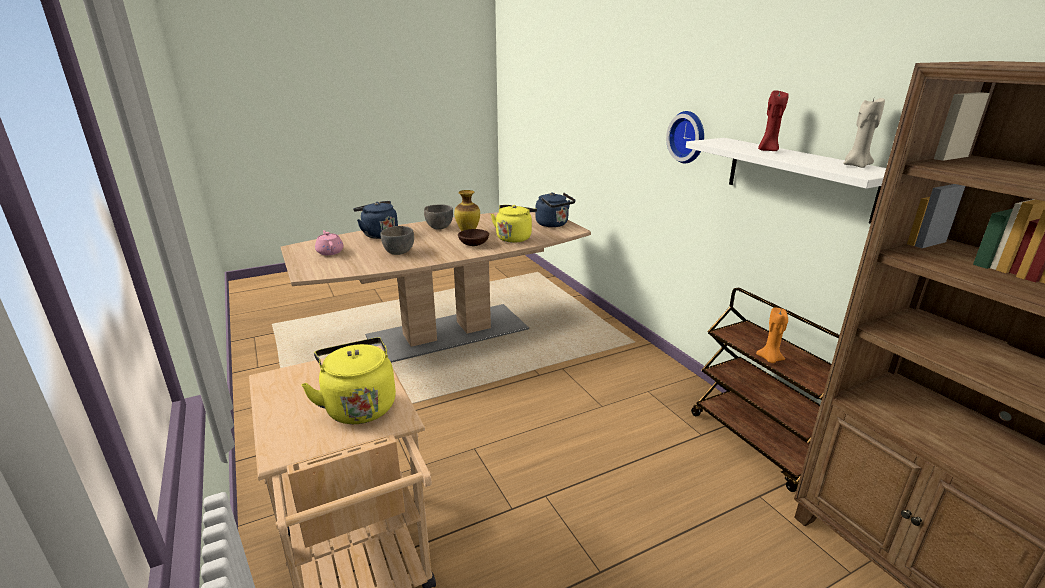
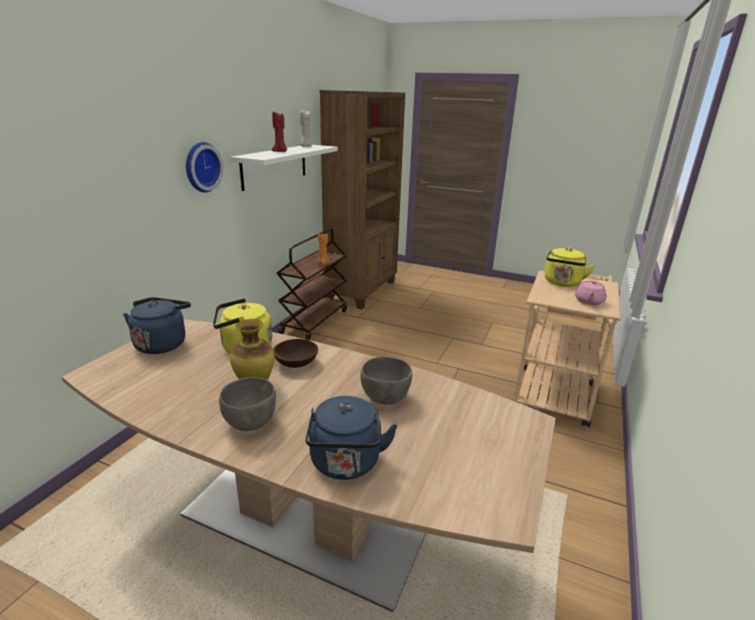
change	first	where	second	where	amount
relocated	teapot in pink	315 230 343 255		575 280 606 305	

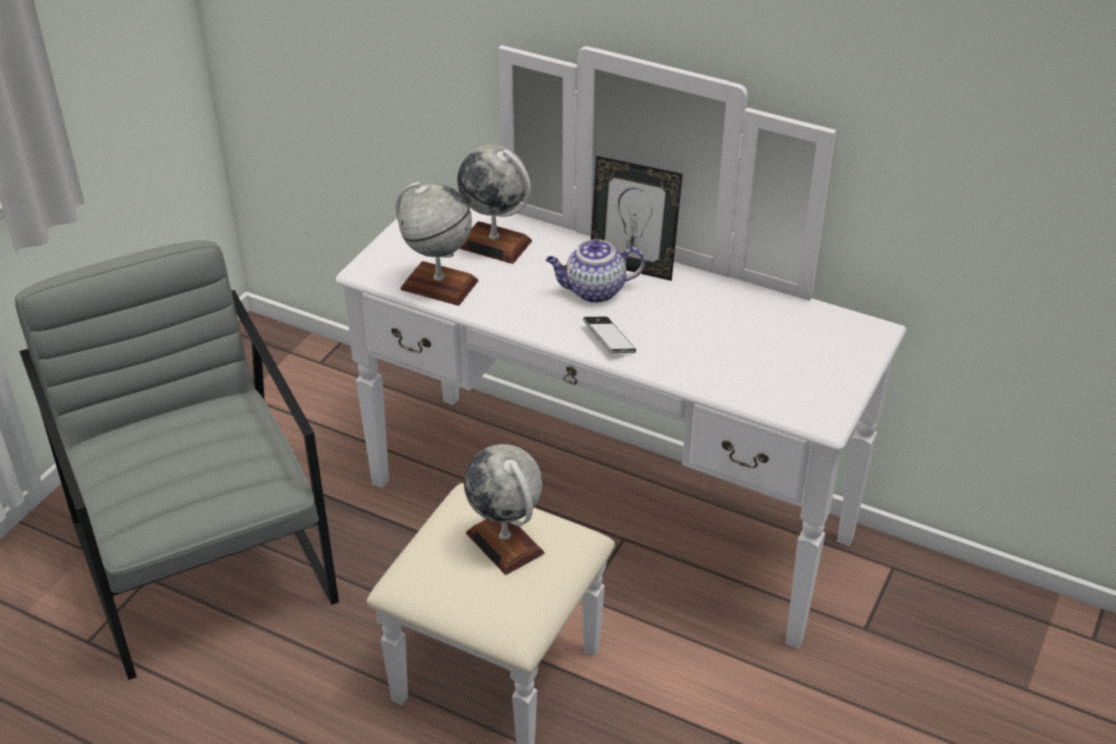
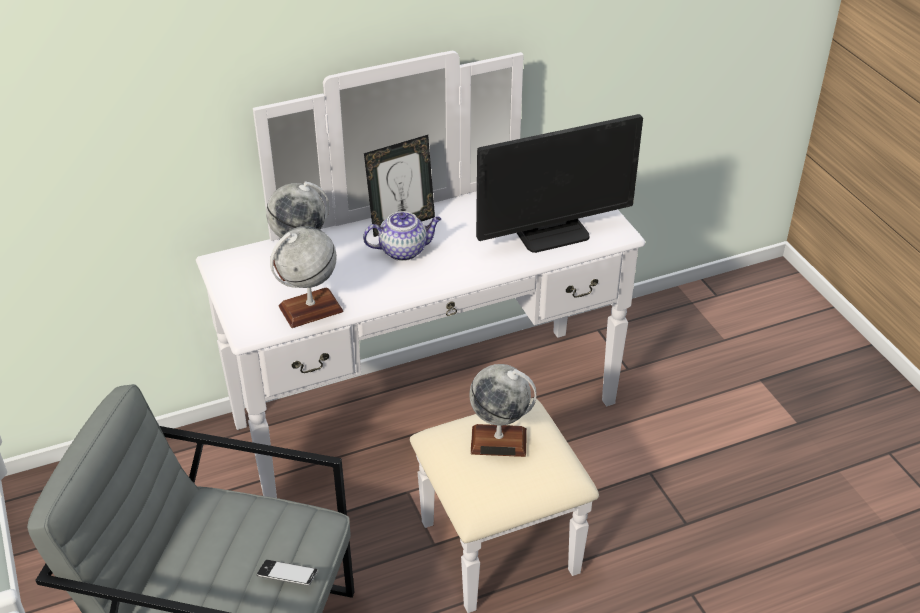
change	first	where	second	where	amount
spun	teapot	546 239 645 303		363 211 441 261	135 degrees counterclockwise
relocated	phone	583 317 636 354		257 560 318 586	
appeared			monitor	476 114 643 253	

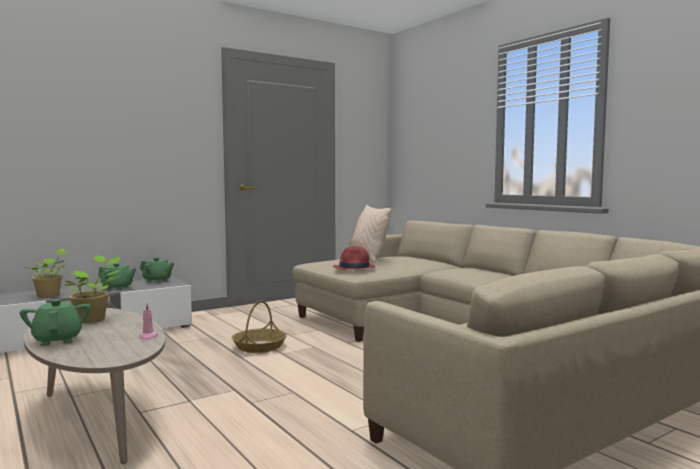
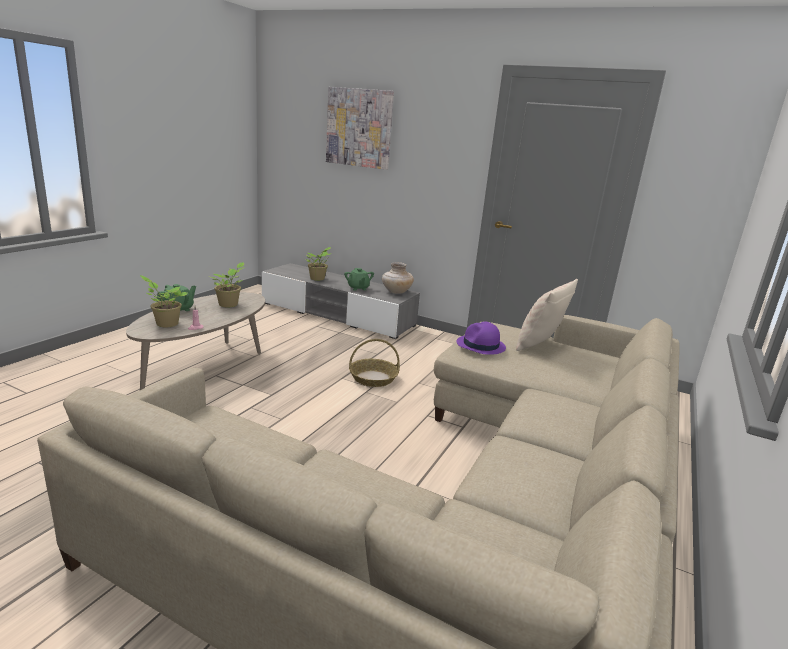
change	first	where	second	where	amount
exchanged	teapot in green	140 258 174 283	vase in beige	382 262 414 294	
colour	hat in red	333 246 376 270	hat in purple	457 321 506 355	
appeared			potted plant	140 275 188 327	
appeared			picture	326 87 394 170	

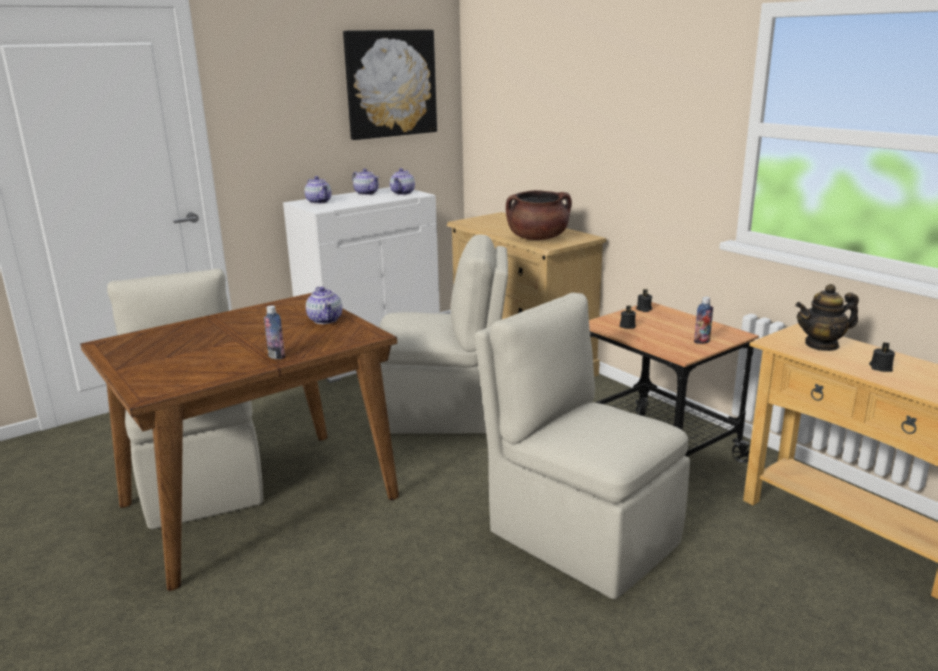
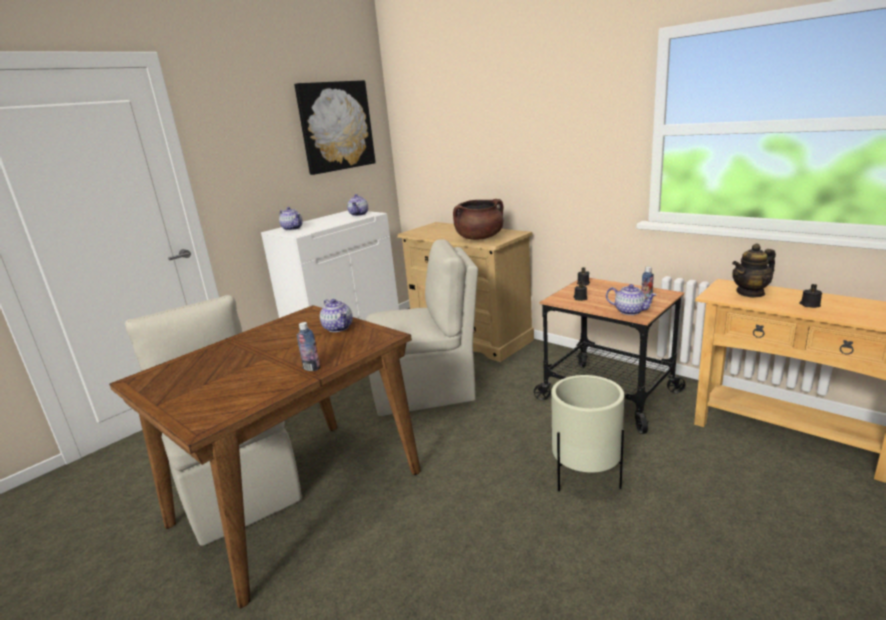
change	first	where	second	where	amount
relocated	teapot	352 169 379 195		606 284 657 315	
exchanged	chair in beige	475 293 690 599	planter in beige	551 375 624 491	

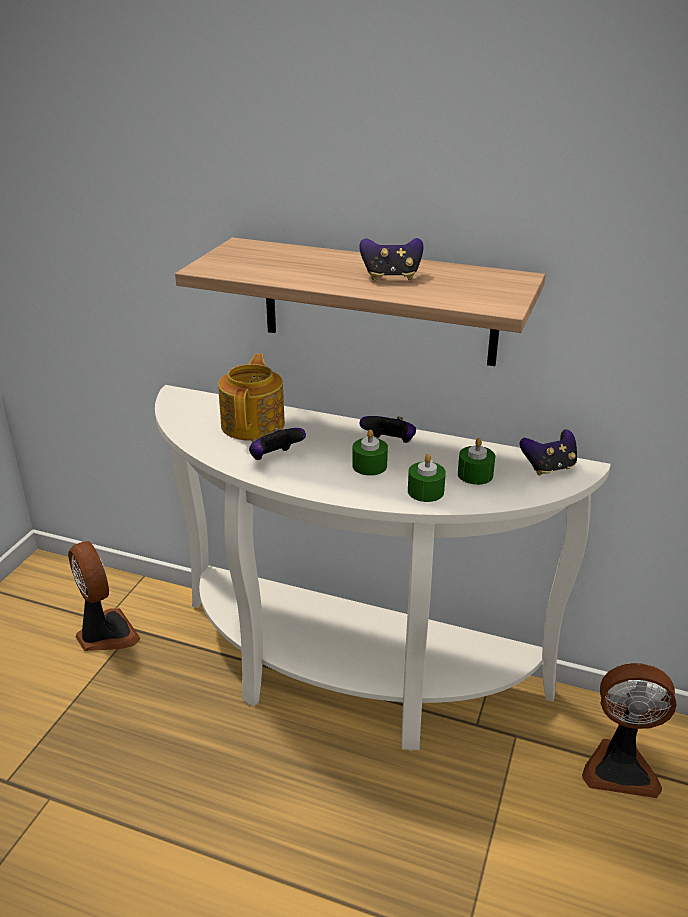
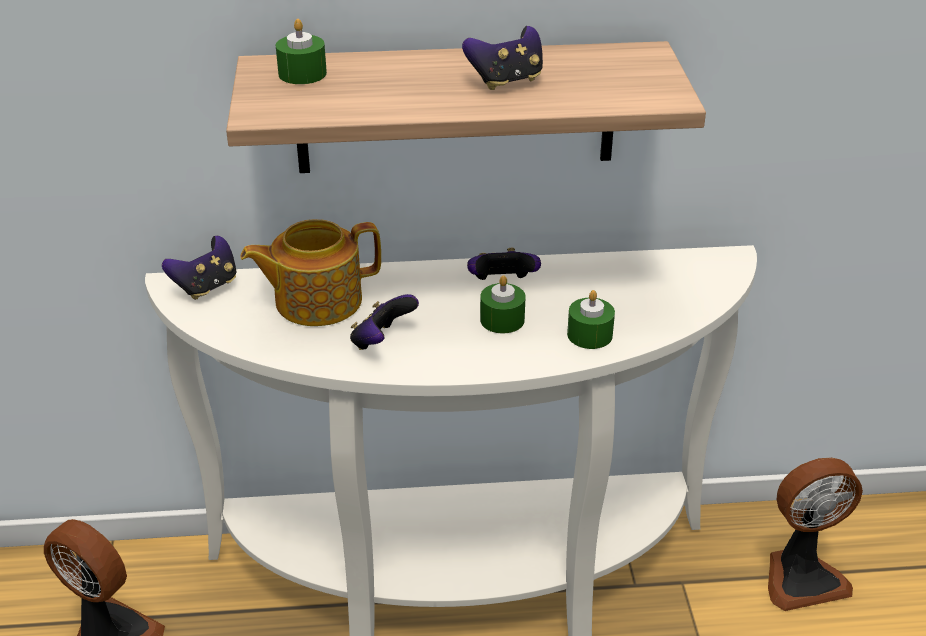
change	first	where	second	where	amount
spun	teapot	218 354 285 441		240 219 381 326	90 degrees counterclockwise
relocated	candle in green	458 438 495 485		276 19 327 84	
relocated	game controller	520 429 577 475		162 236 236 300	

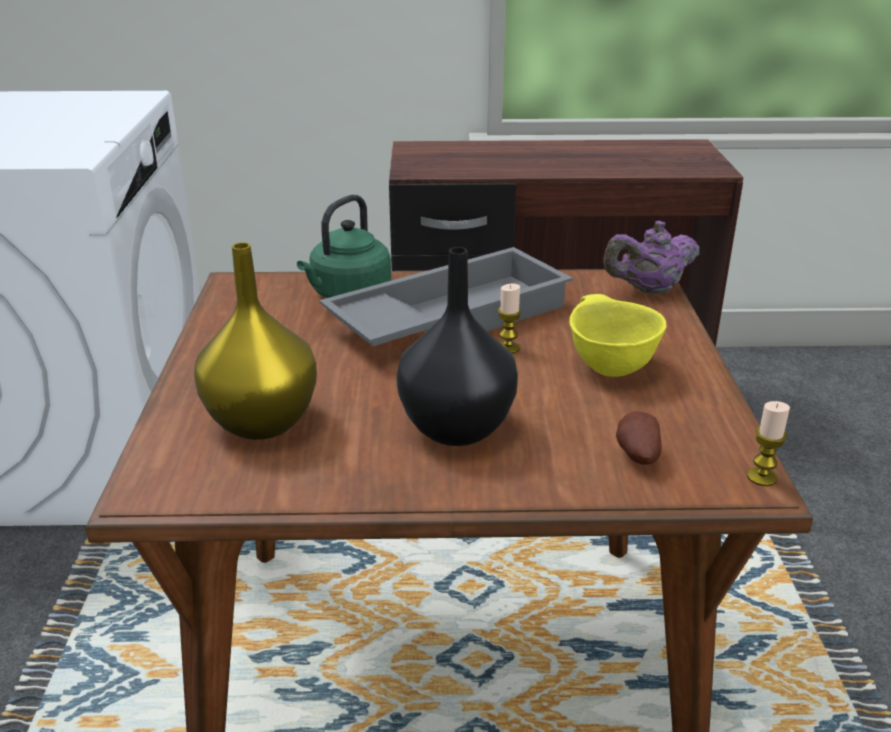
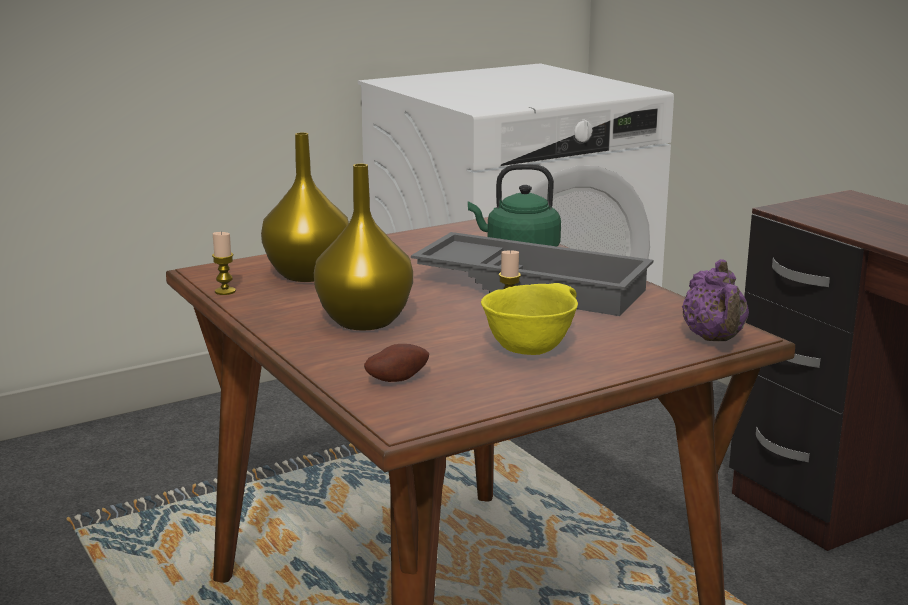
change	first	where	second	where	amount
colour	vase in black	396 247 518 446	vase in yellow	314 164 413 331	
spun	teapot in purple	603 221 699 294		682 259 749 341	135 degrees counterclockwise
relocated	candle	747 401 790 486		212 231 236 295	

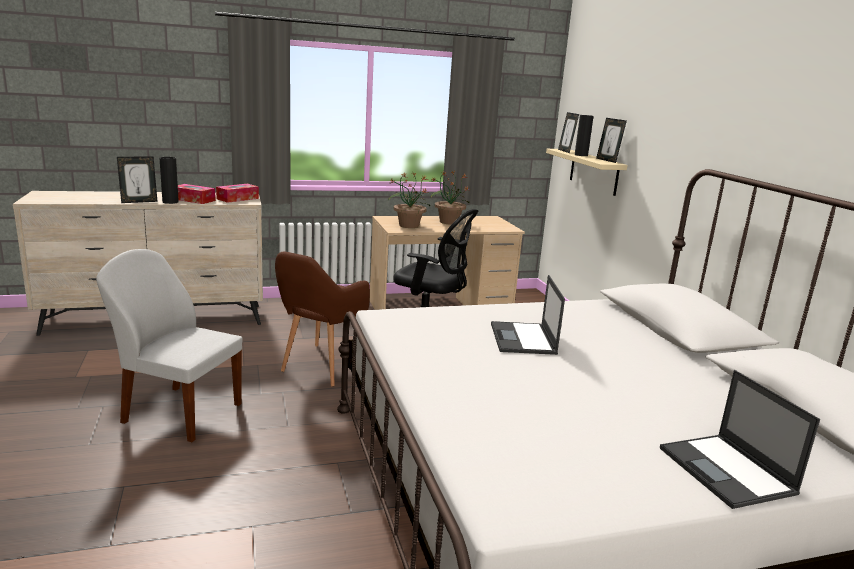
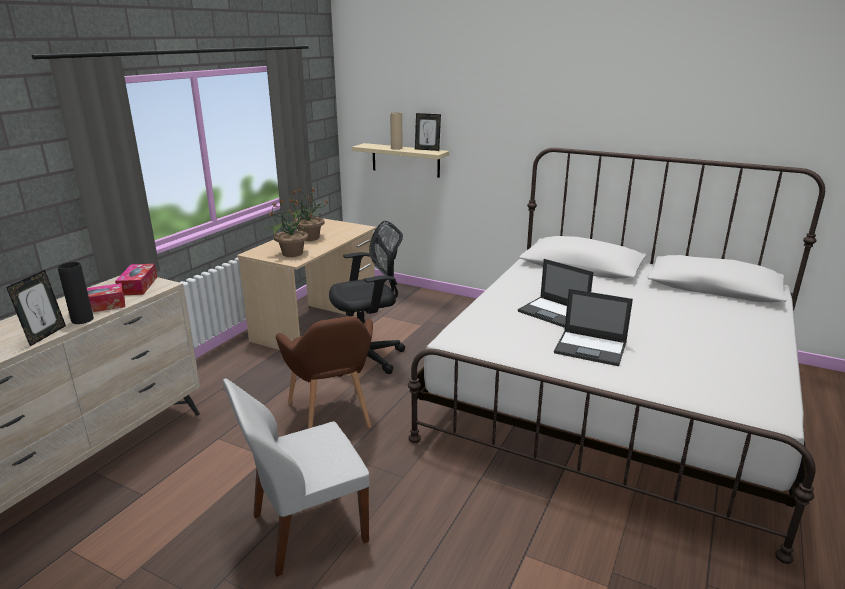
change	first	where	second	where	amount
missing	picture frame	558 112 579 153			
colour	vase in black	575 115 594 156	vase in beige	390 112 403 150	
relocated	laptop	660 370 820 509		554 289 633 366	

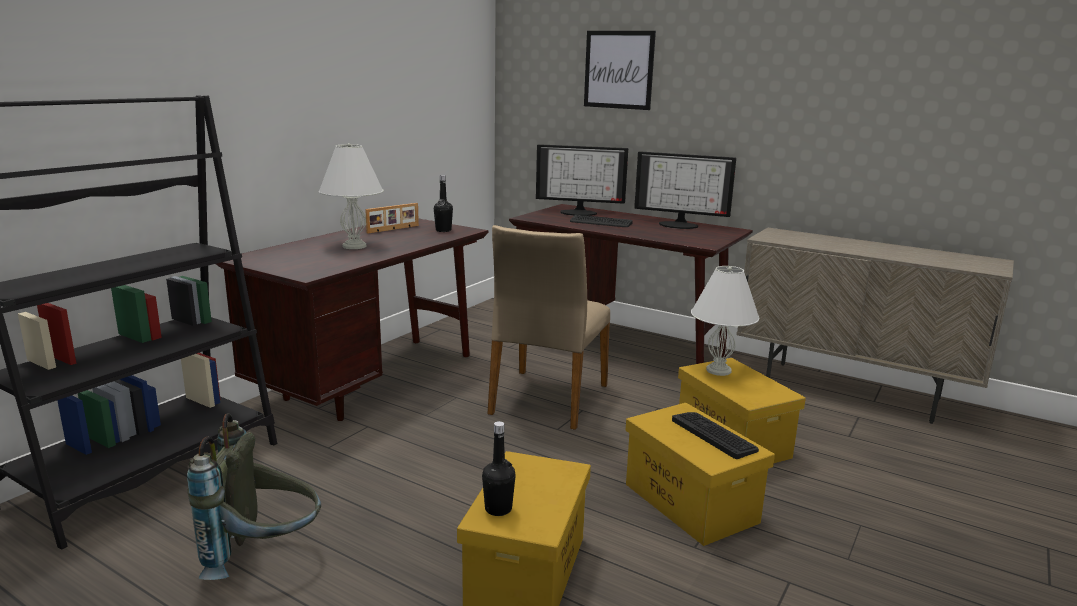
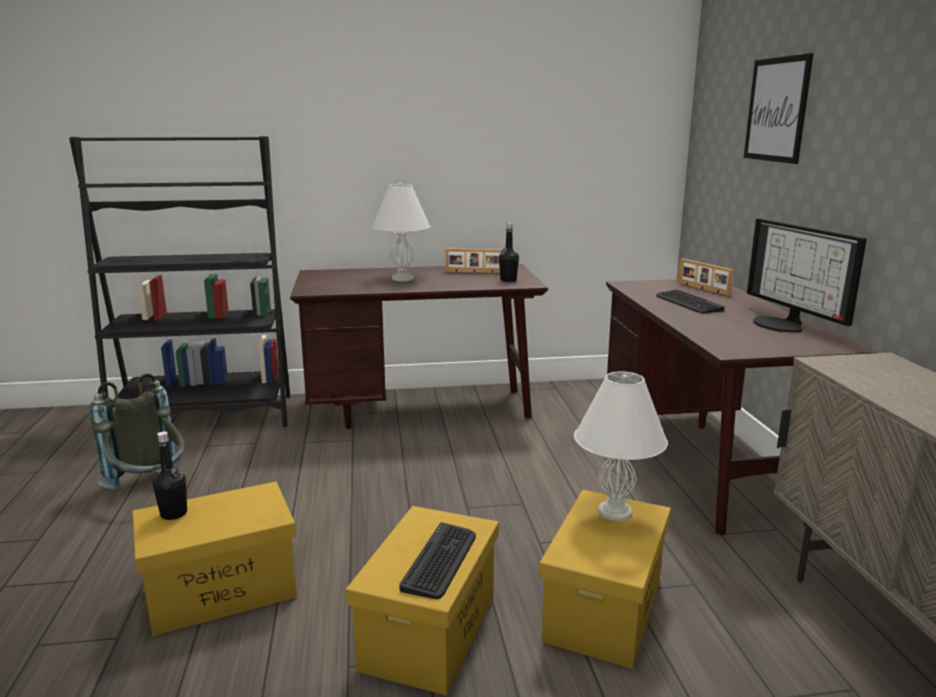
change	first	where	second	where	amount
missing	chair in beige	487 225 610 430			
exchanged	monitor	536 144 628 216	picture frame	678 259 733 296	

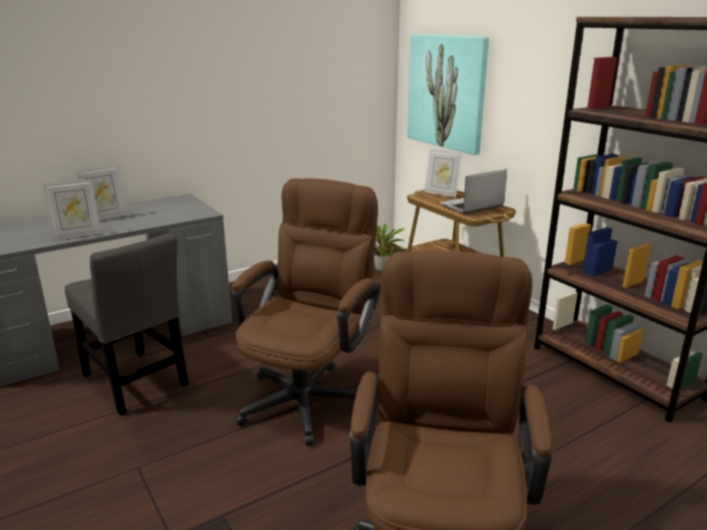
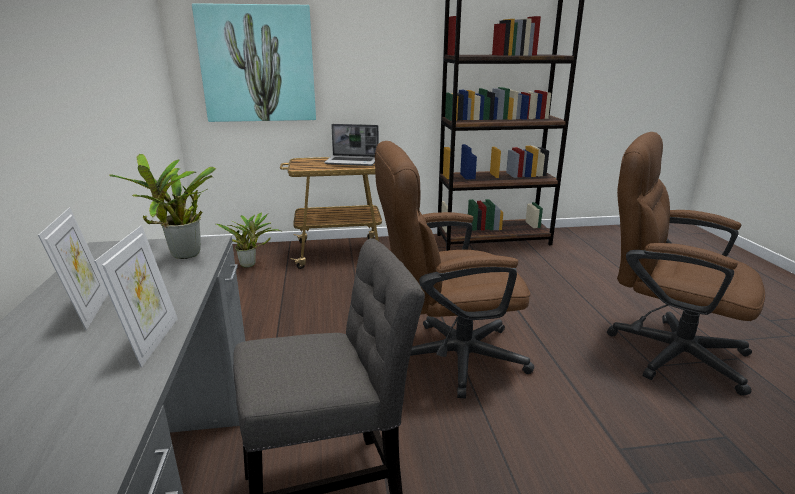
change	first	where	second	where	amount
spun	office chair in brown	232 178 381 446		375 141 534 399	60 degrees counterclockwise
missing	picture frame	425 149 462 197			
spun	laptop	440 169 507 214		324 124 379 166	75 degrees counterclockwise
appeared			potted plant	109 154 216 259	

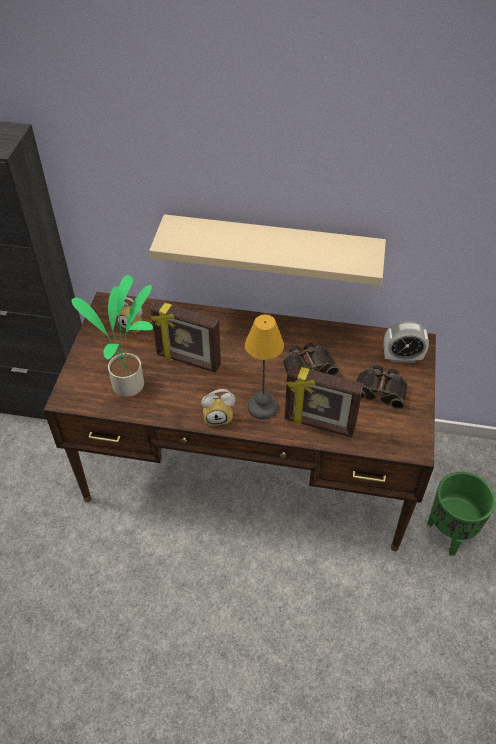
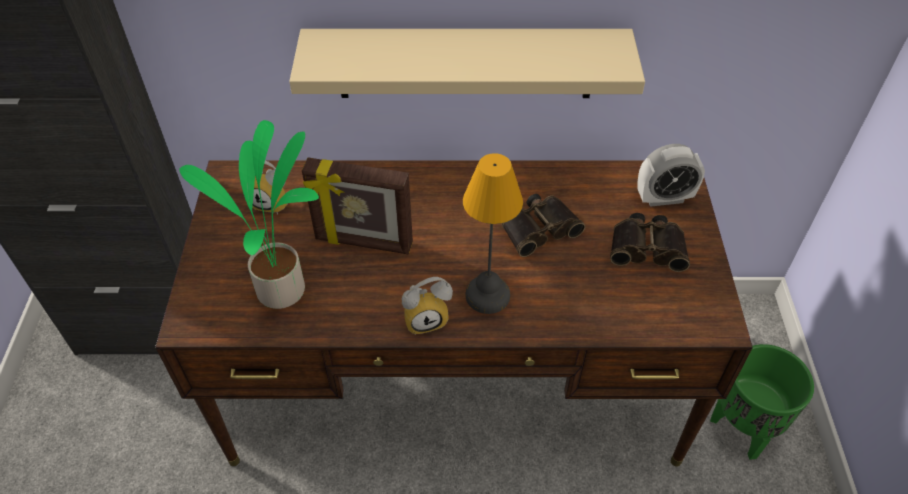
change	first	where	second	where	amount
missing	picture frame	284 365 364 437			

